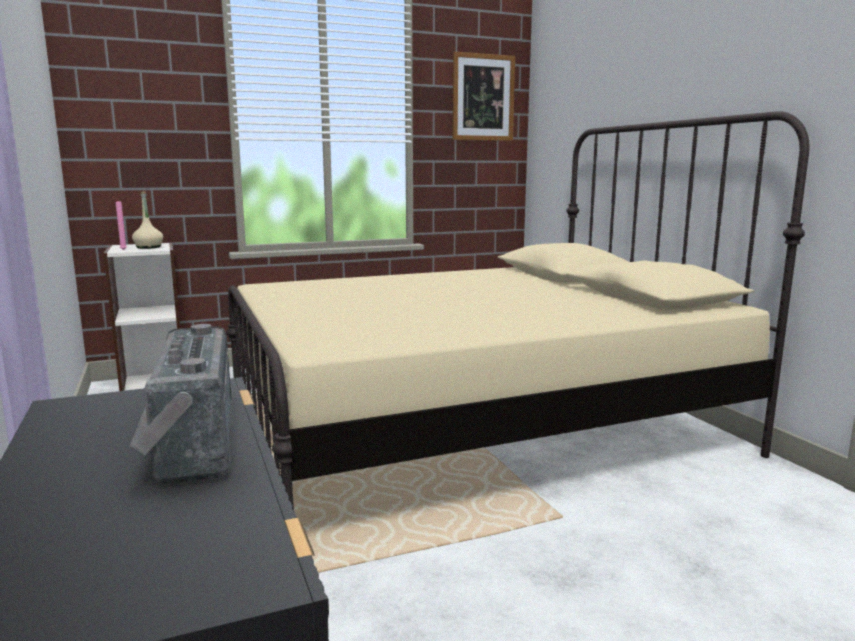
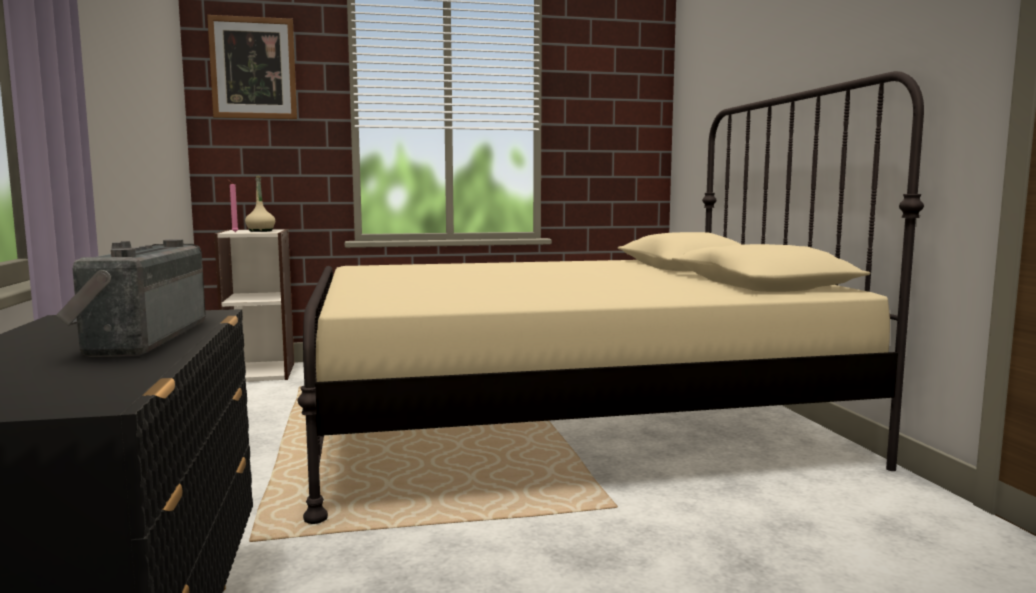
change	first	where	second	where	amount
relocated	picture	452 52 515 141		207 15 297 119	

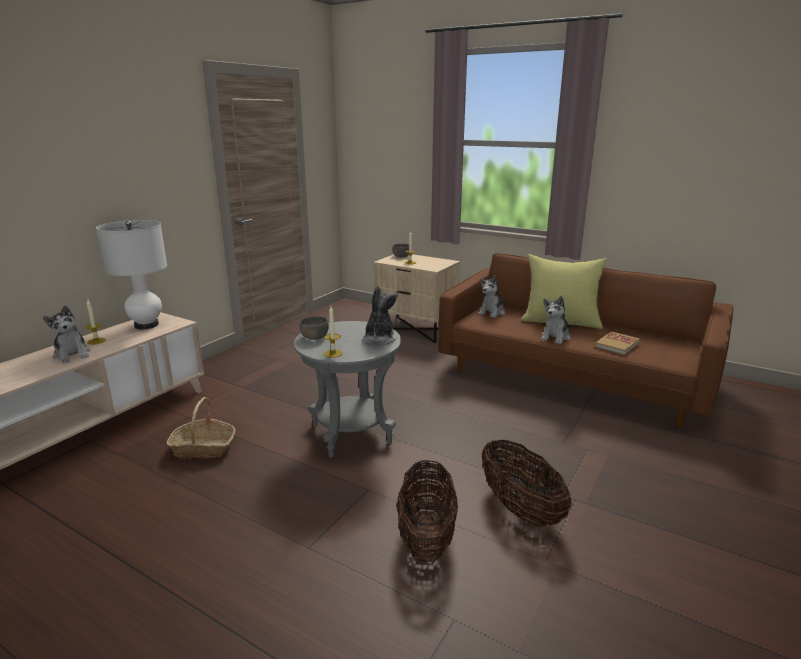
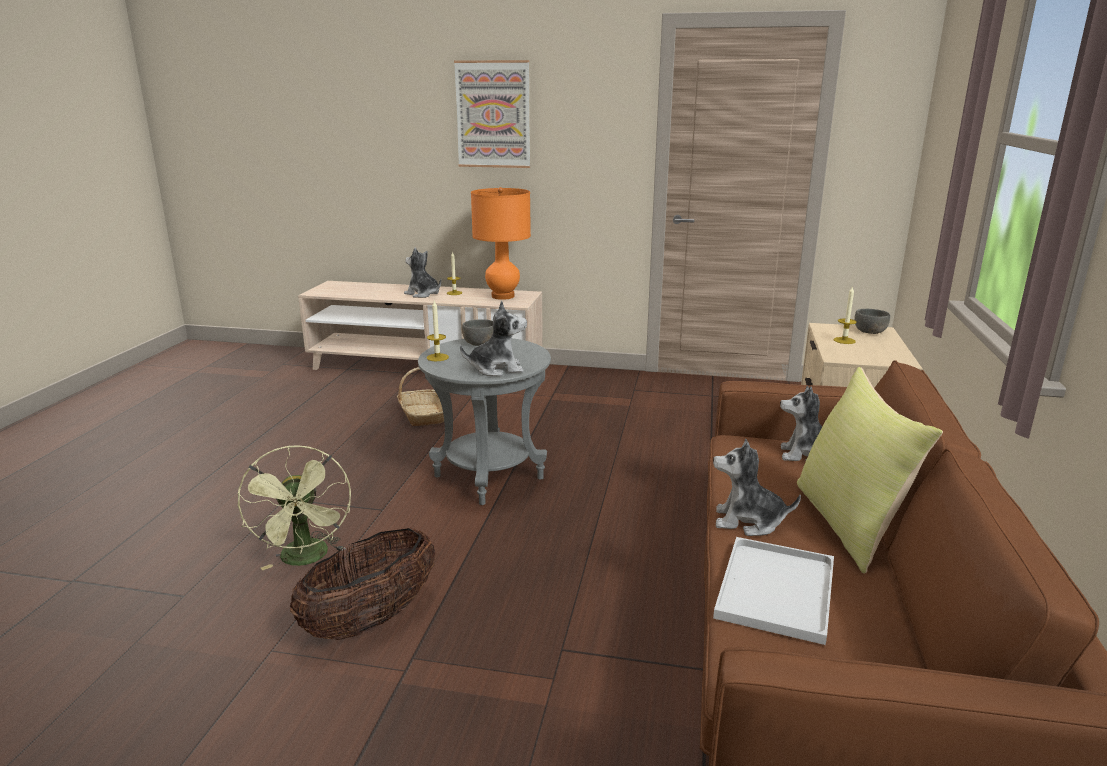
change	first	where	second	where	amount
spun	plush toy	43 306 90 363		404 248 441 298	90 degrees clockwise
colour	table lamp in white	96 220 167 329	table lamp in orange	471 187 531 300	
exchanged	basket	397 459 458 562	fan in green	237 445 351 570	
exchanged	book	595 331 640 355	tray in white	713 537 834 645	
appeared			picture	454 60 530 168	

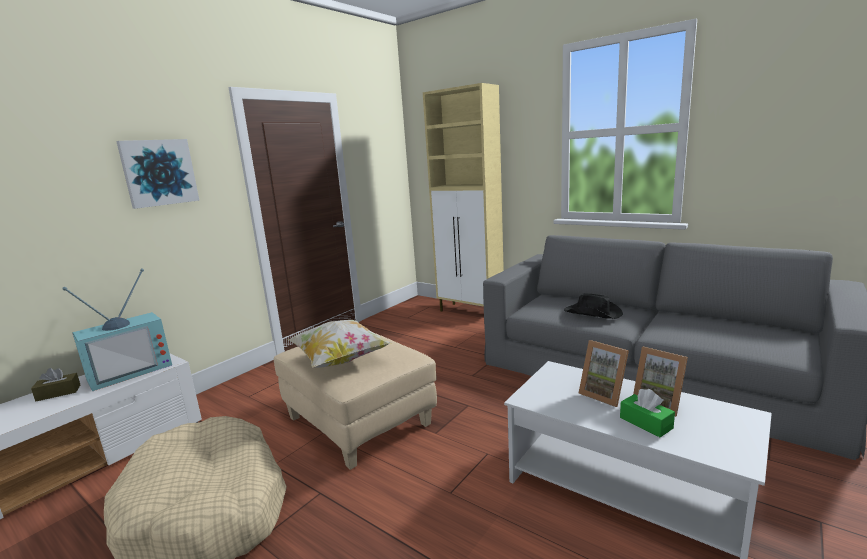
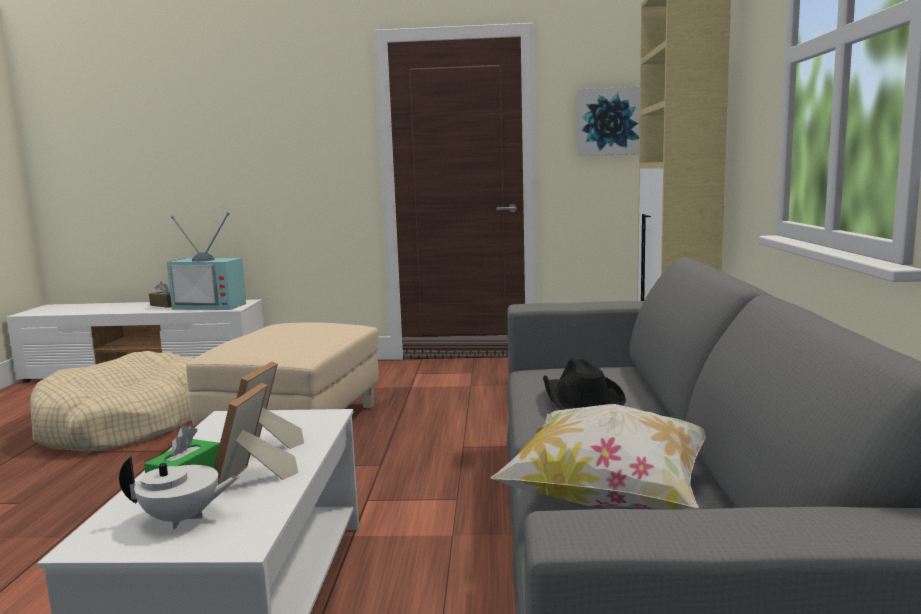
change	first	where	second	where	amount
relocated	picture	116 139 199 209		578 87 640 156	
relocated	pillow	288 320 391 368		490 404 706 510	
appeared			teapot in white	119 456 240 529	

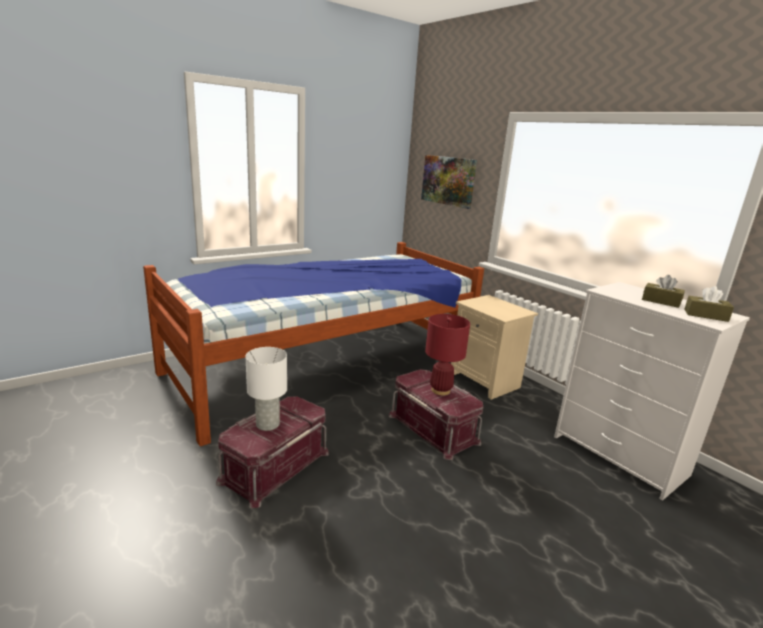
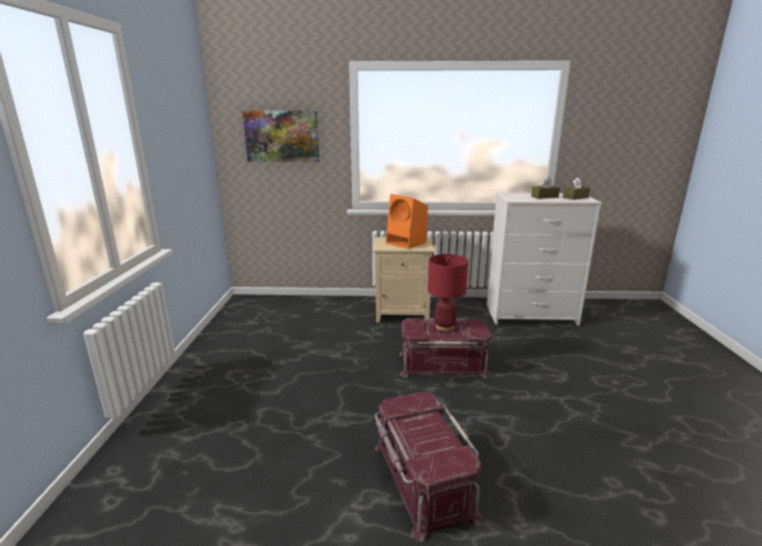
change	first	where	second	where	amount
missing	bed	143 242 484 446			
missing	table lamp in white	246 347 287 431			
appeared			speaker in orange	386 194 428 249	

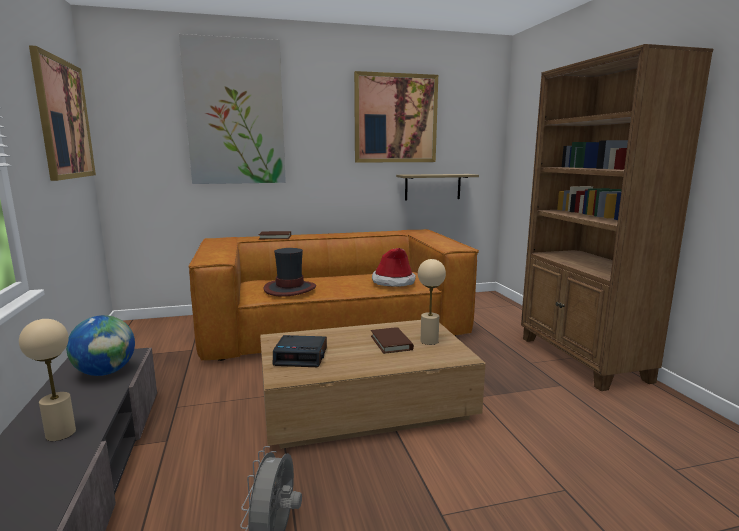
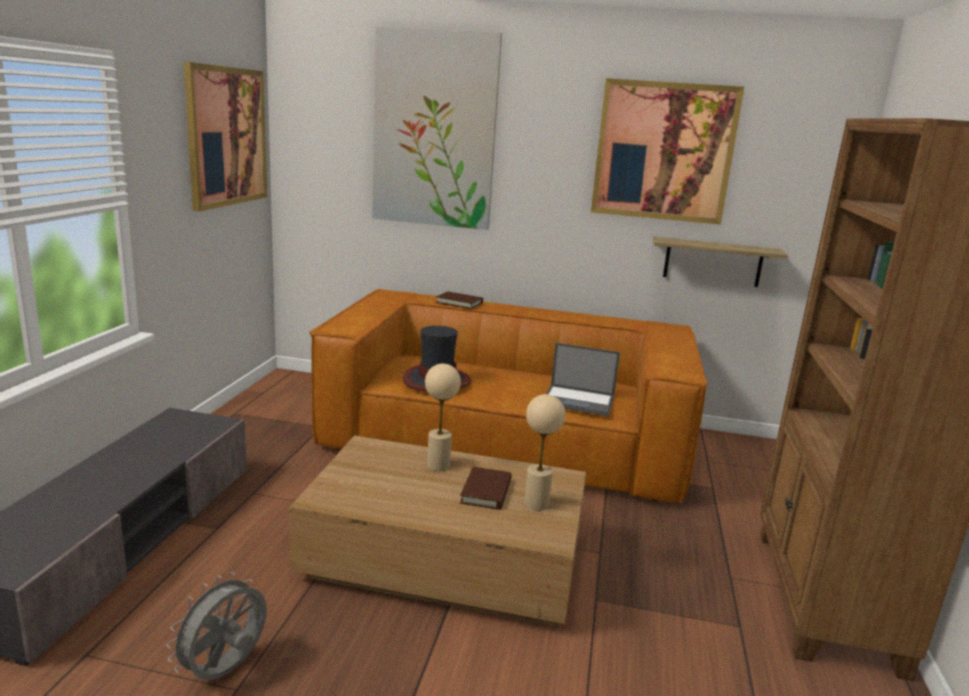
change	first	where	second	where	amount
relocated	table lamp in beige	19 319 76 441		425 364 461 471	
missing	globe	66 315 135 376			
missing	alarm clock	273 335 327 367			
exchanged	hat	372 248 416 287	laptop	546 343 620 416	

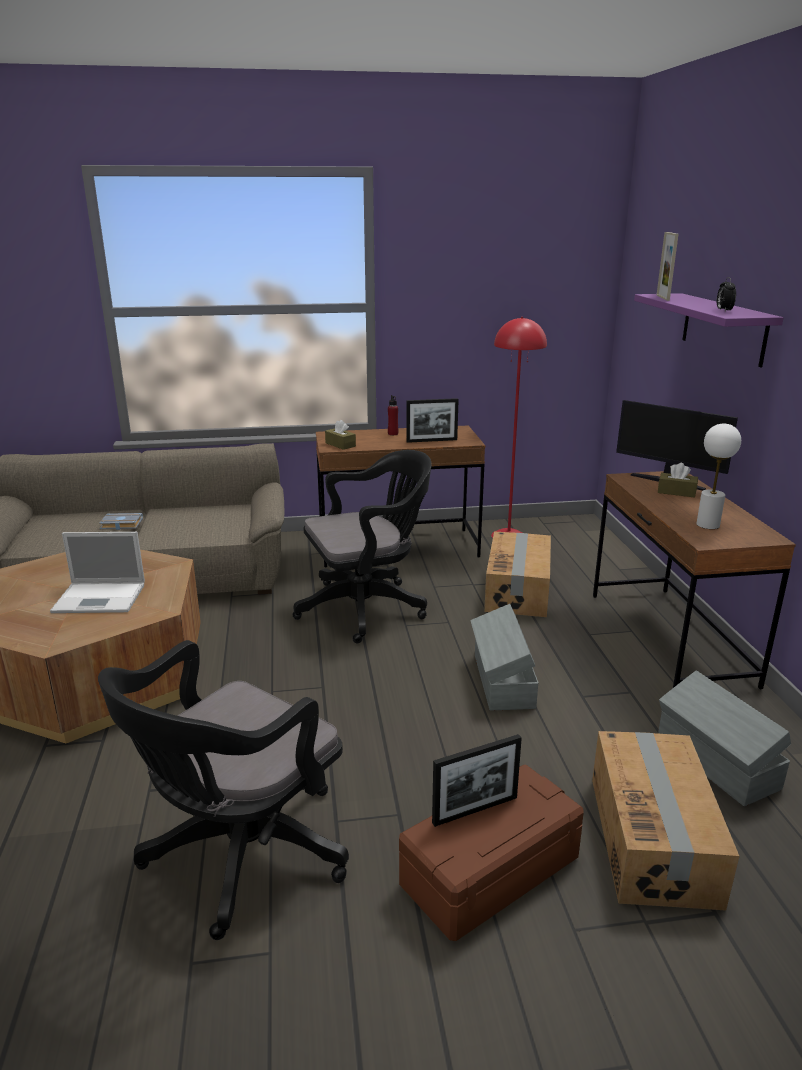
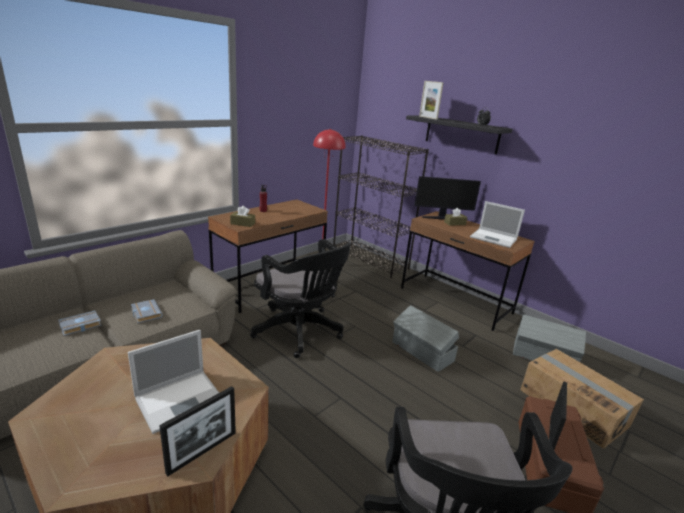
change	first	where	second	where	amount
spun	office chair in black	293 450 432 644		250 239 351 358	105 degrees clockwise
relocated	picture frame	406 398 459 443		159 386 236 476	
missing	cardboard box	484 532 551 617			
colour	shelf in purple	634 293 784 367	shelf in black	406 115 513 155	
exchanged	table lamp in white	696 423 741 529	laptop	470 201 525 248	
appeared			book in grey	131 299 163 324	
appeared			bookcase in black	333 135 429 278	

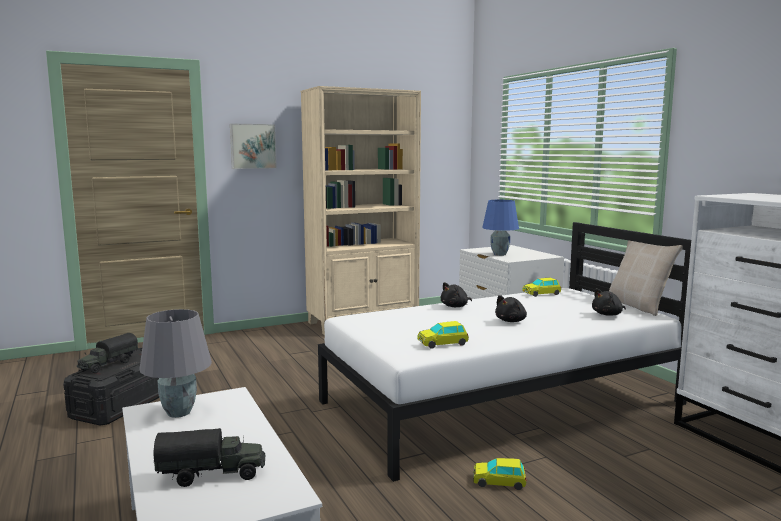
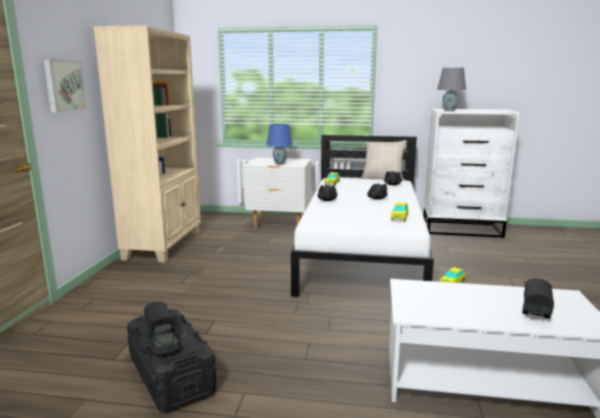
change	first	where	second	where	amount
relocated	table lamp in grey	139 309 212 418		437 68 466 111	

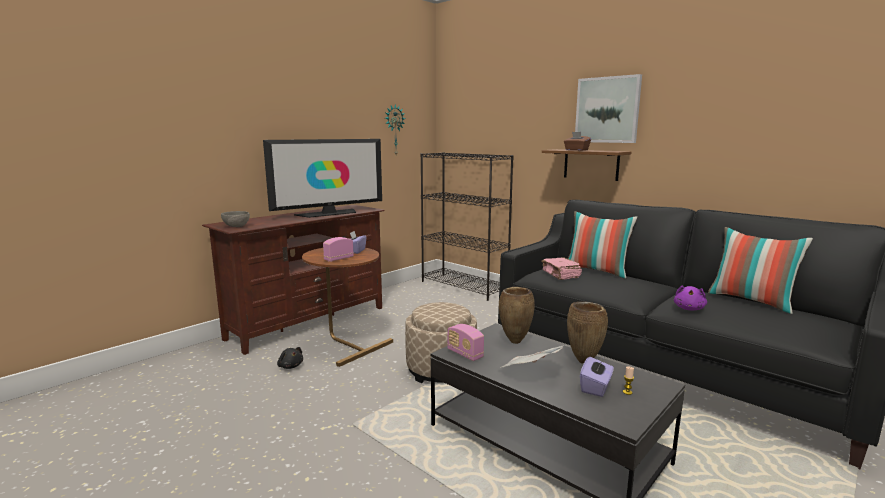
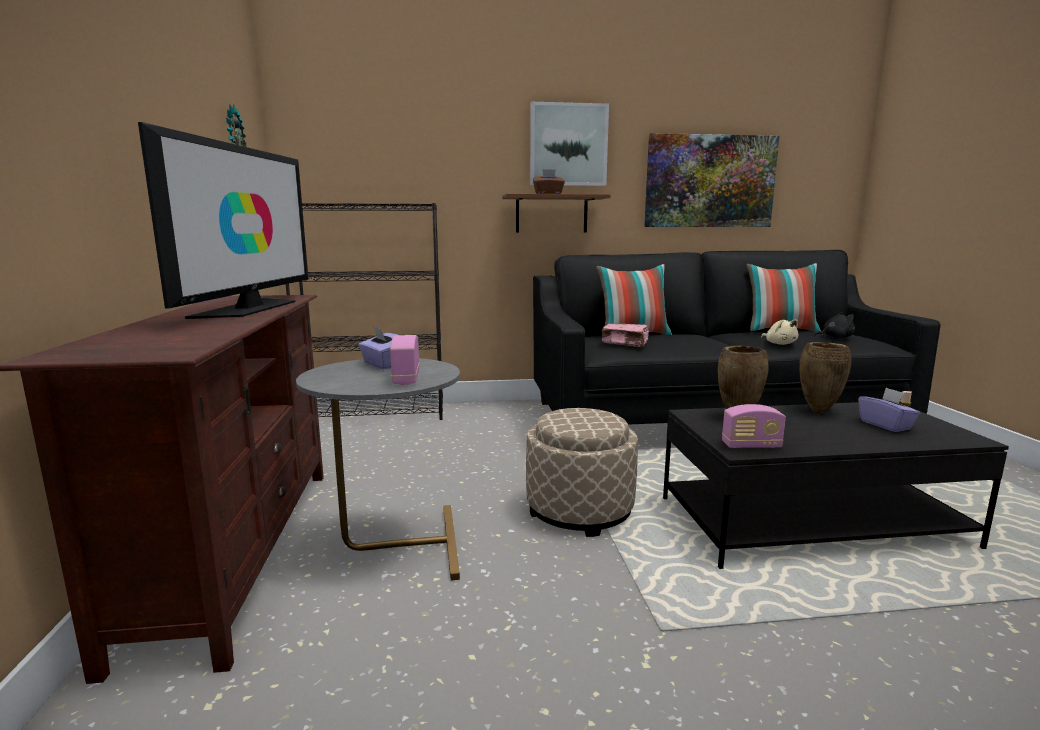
change	first	where	second	where	amount
missing	bowl in grey	221 211 250 227			
relocated	plush toy in black	277 347 303 369		814 312 855 338	
colour	side table in brown	302 248 393 367	side table in grey	296 358 460 581	
missing	newspaper	500 345 564 368			
colour	plush toy in purple	674 285 707 310	plush toy in beige	761 319 799 345	
appeared			picture	644 133 779 227	

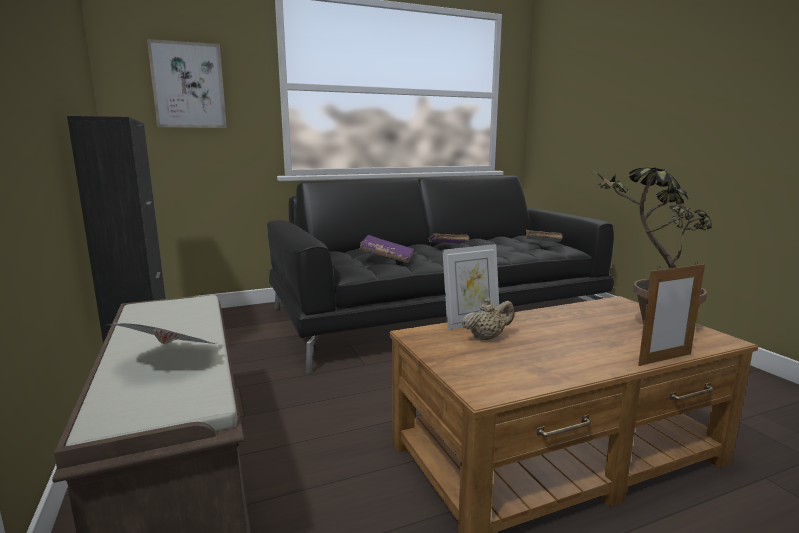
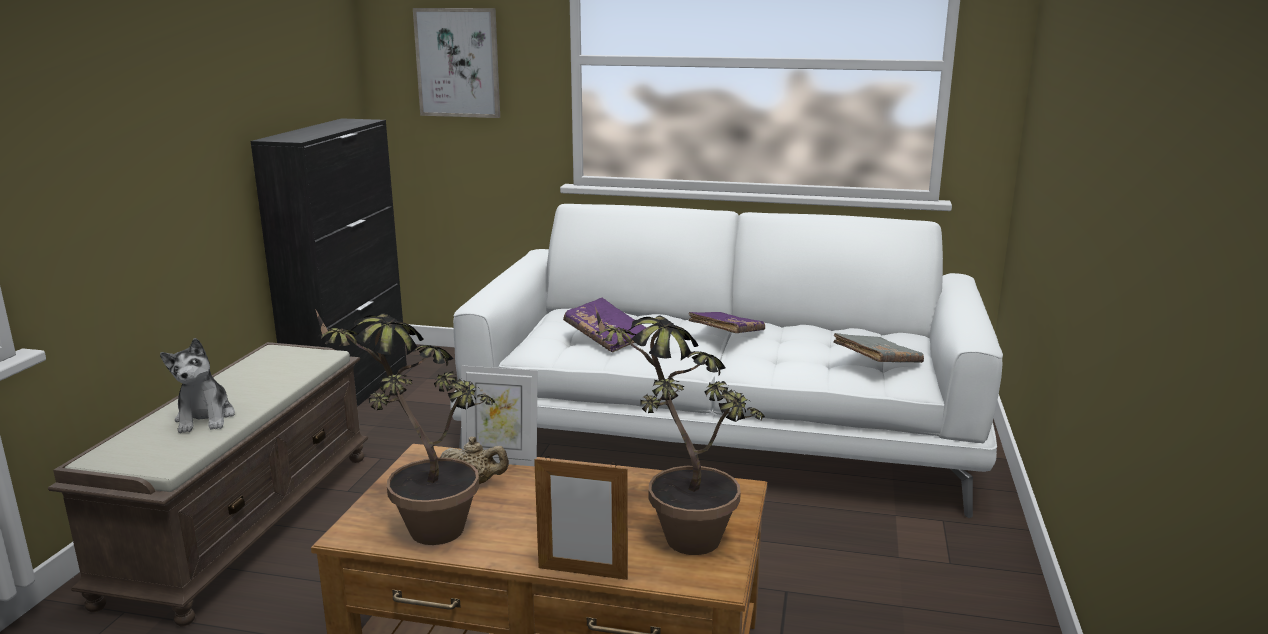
change	first	where	second	where	amount
exchanged	newspaper	109 323 220 344	plush toy	160 338 235 433	
colour	sofa in black	267 175 614 373	sofa in white	450 204 1003 518	
appeared			potted plant	315 309 495 545	

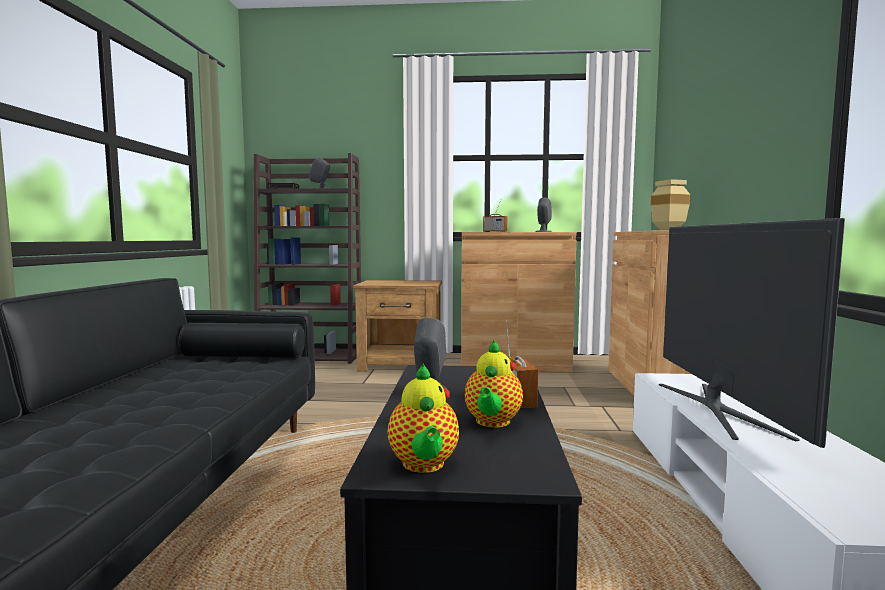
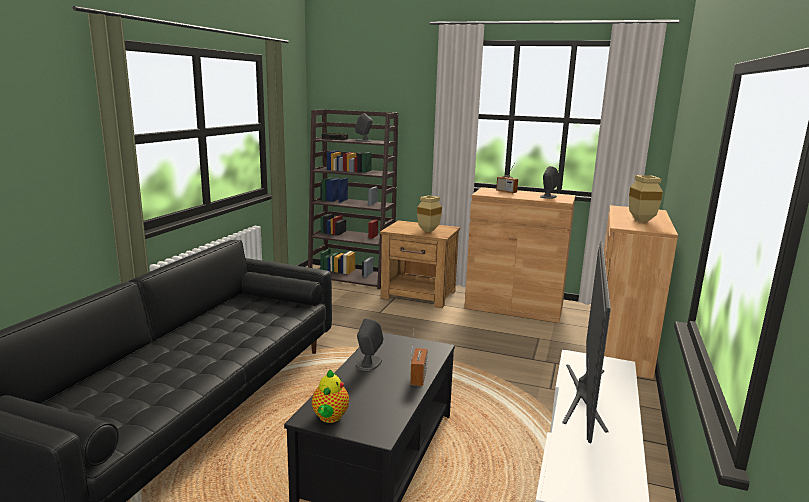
change	first	where	second	where	amount
missing	teapot	465 339 523 428			
appeared			vase in beige	417 195 442 232	

